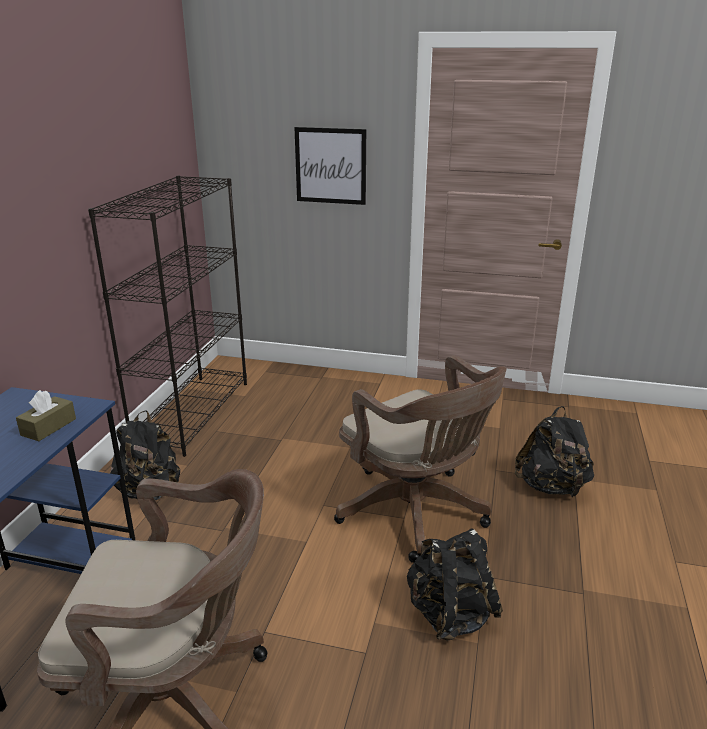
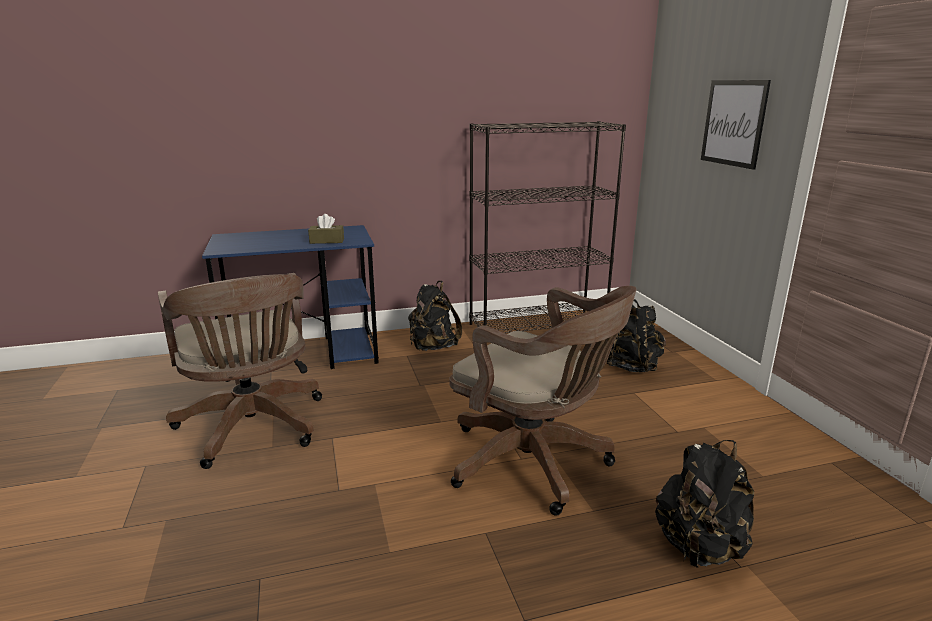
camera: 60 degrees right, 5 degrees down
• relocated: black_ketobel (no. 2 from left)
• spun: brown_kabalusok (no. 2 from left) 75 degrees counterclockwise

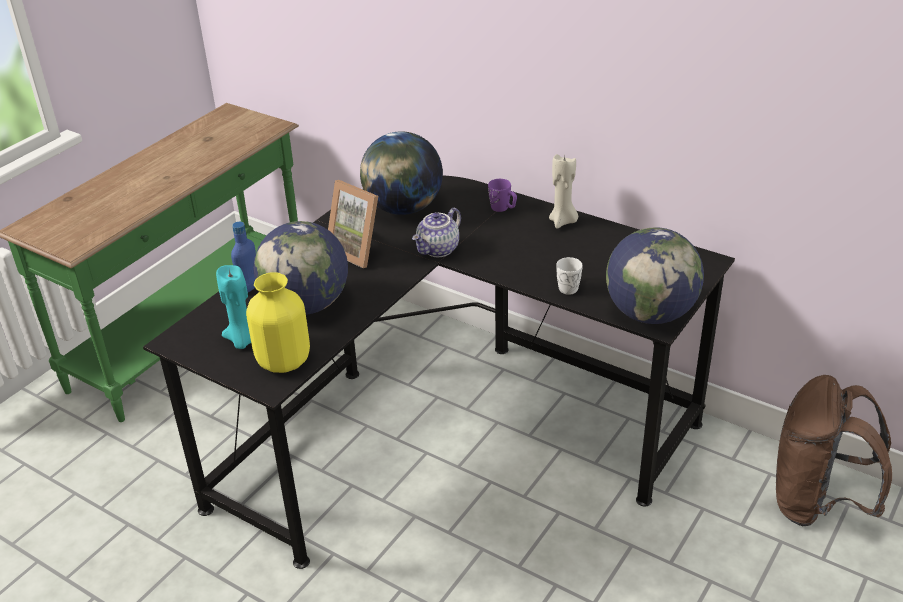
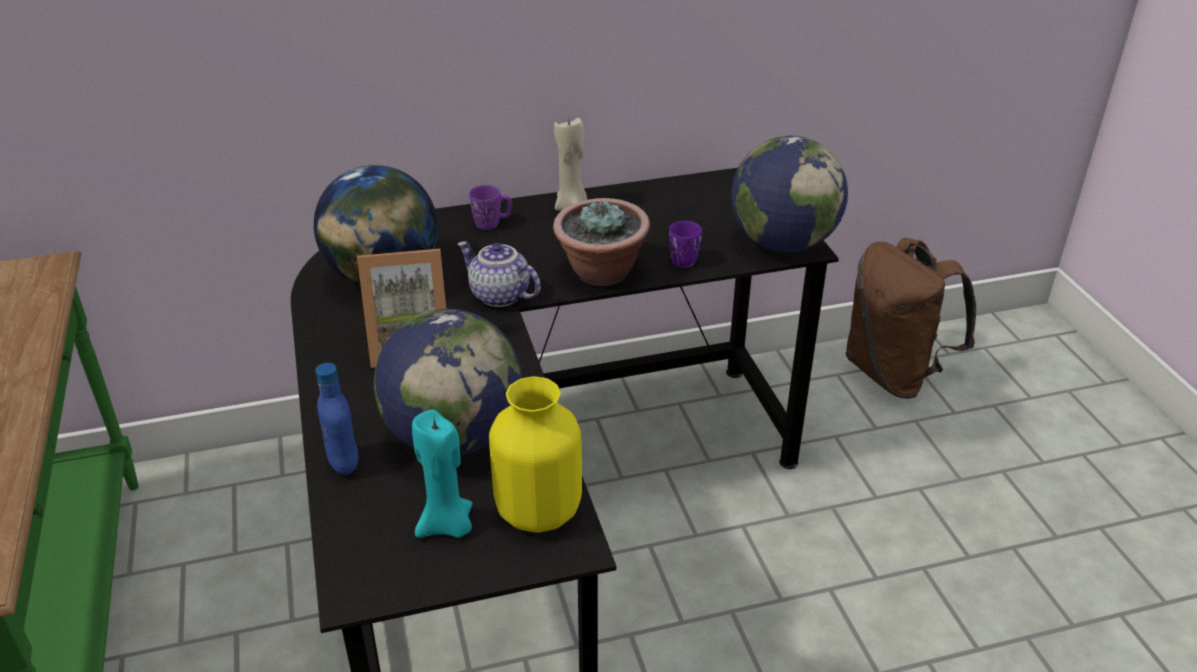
camera: 50 degrees left, 0 degrees up
• appeared: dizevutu
• colour: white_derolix to purple_derolix (no. 2 from left)
• spun: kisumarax 135 degrees clockwise

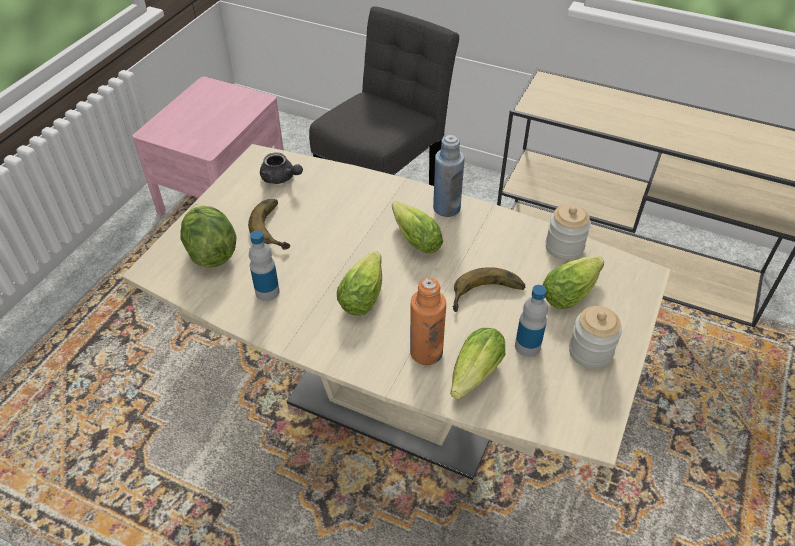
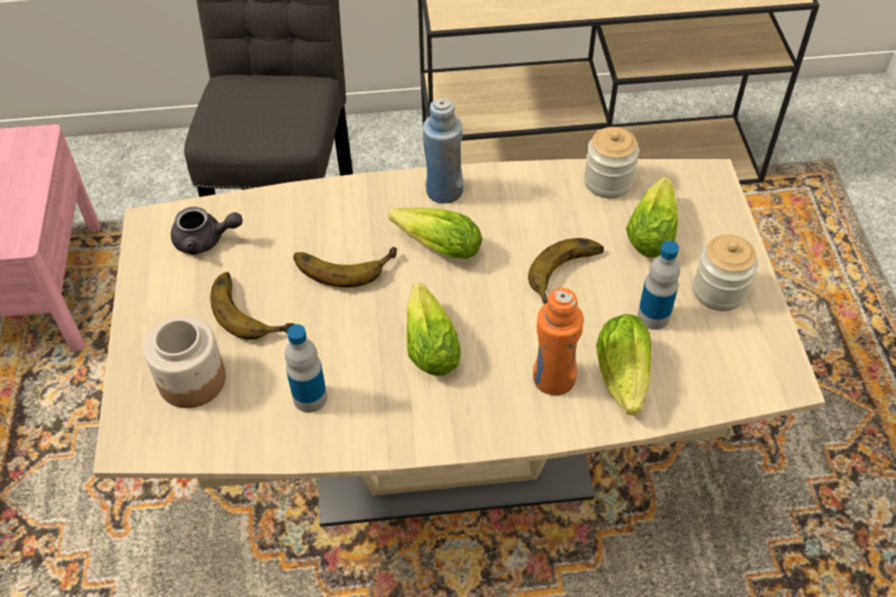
camera: 30 degrees left, 5 degrees up
• appeared: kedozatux (no. 2 from left)
• exchanged: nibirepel (no. 1 from left) to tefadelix (no. 1 from left)

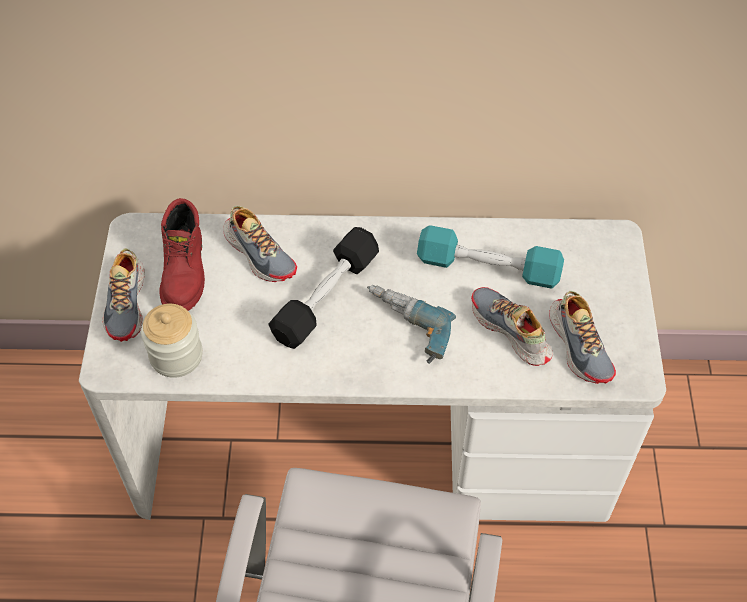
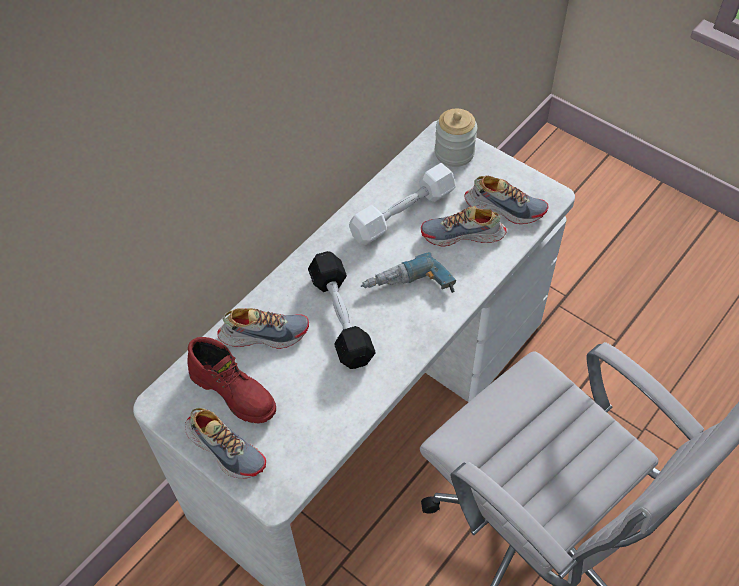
camera: 50 degrees left, 0 degrees up
• relocated: tefadelix
• colour: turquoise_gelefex to white_gelefex

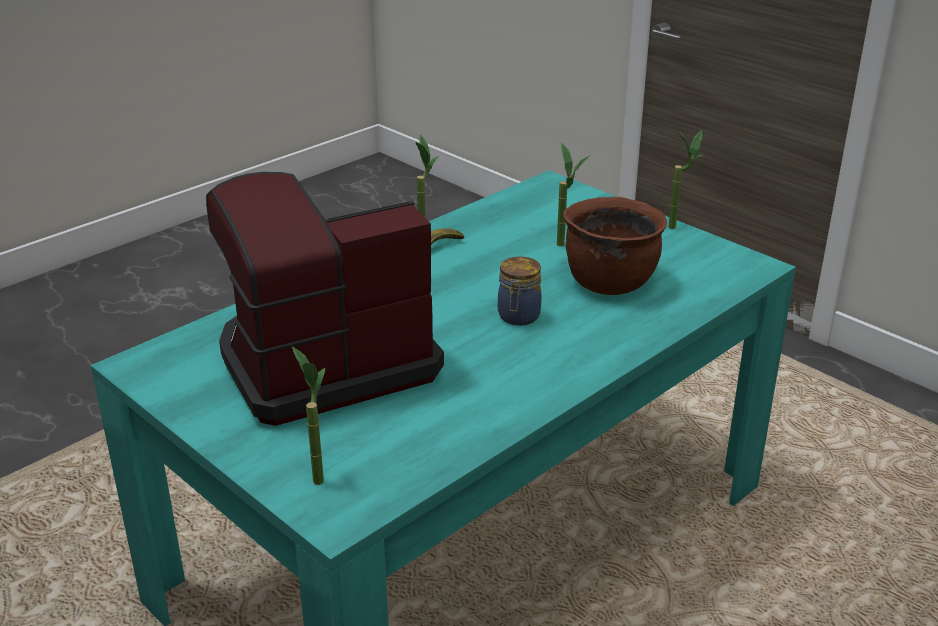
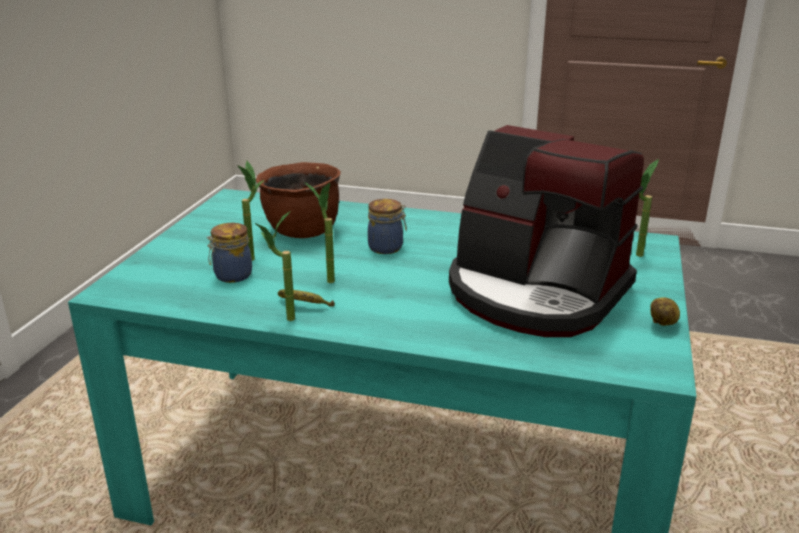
camera: 120 degrees left, 5 degrees down
• appeared: tefadelix (no. 1 from left)
• appeared: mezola
• relocated: dizevutu (no. 4 from left in the first image) to dizevutu (no. 3 from left)

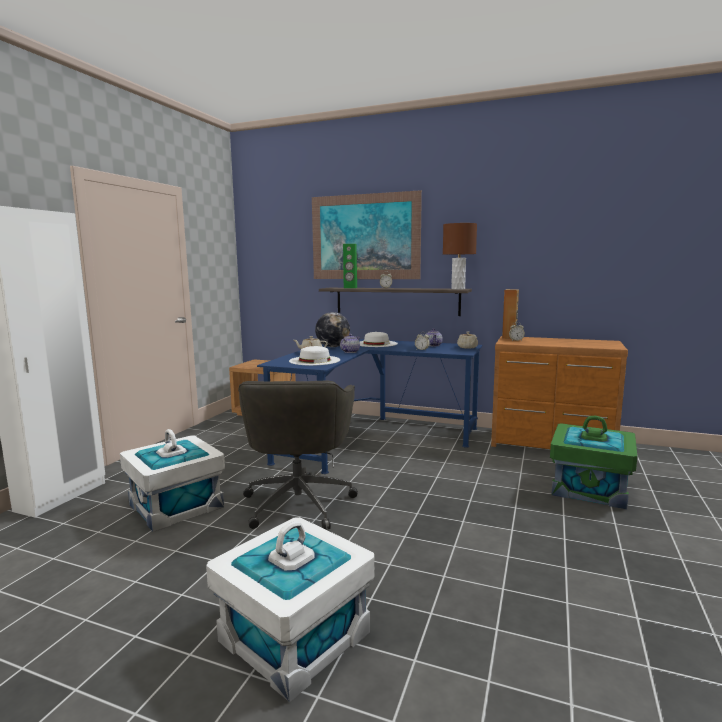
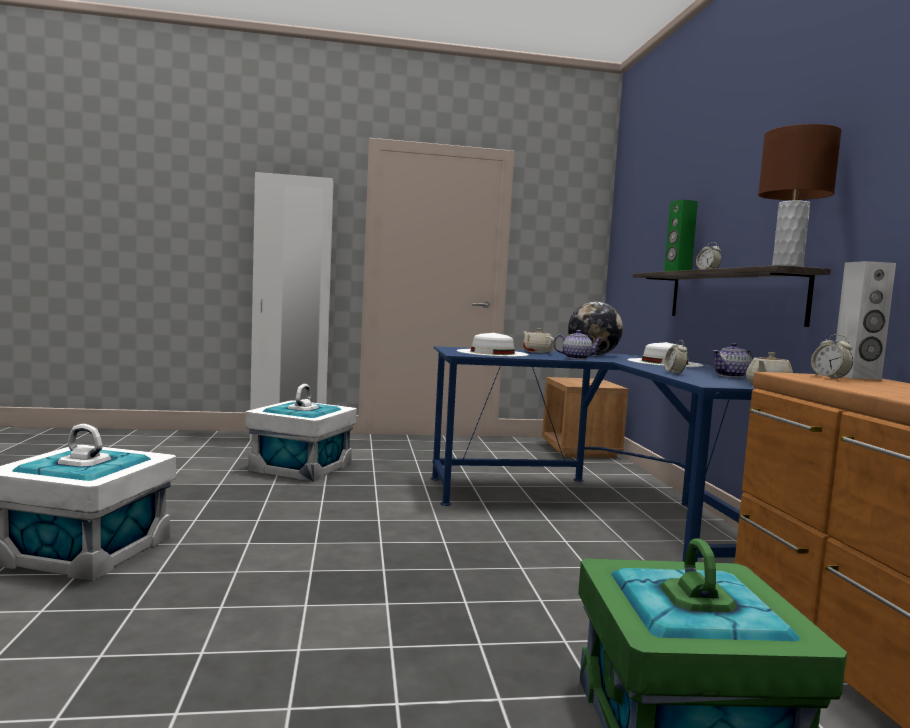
camera: 60 degrees right, 5 degrees down
• missing: grey_kabalusok
• missing: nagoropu
• colour: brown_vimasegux to white_vimasegux

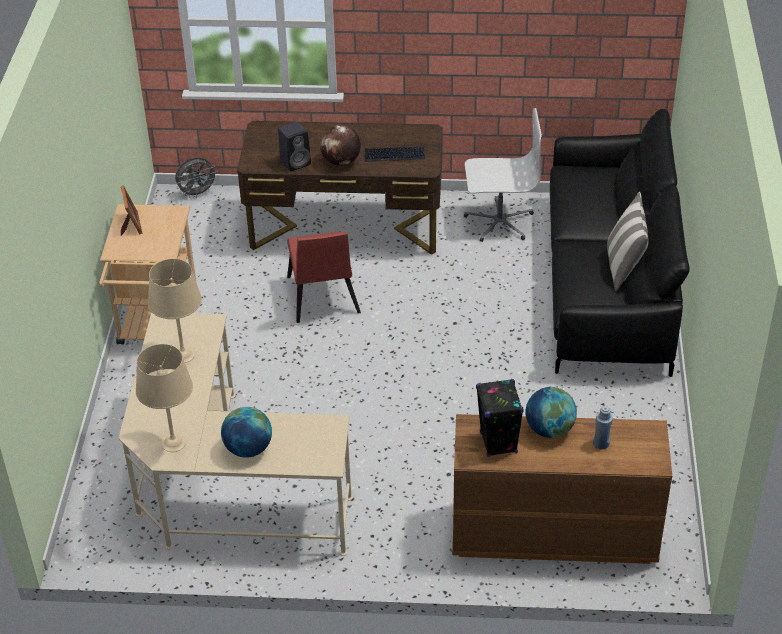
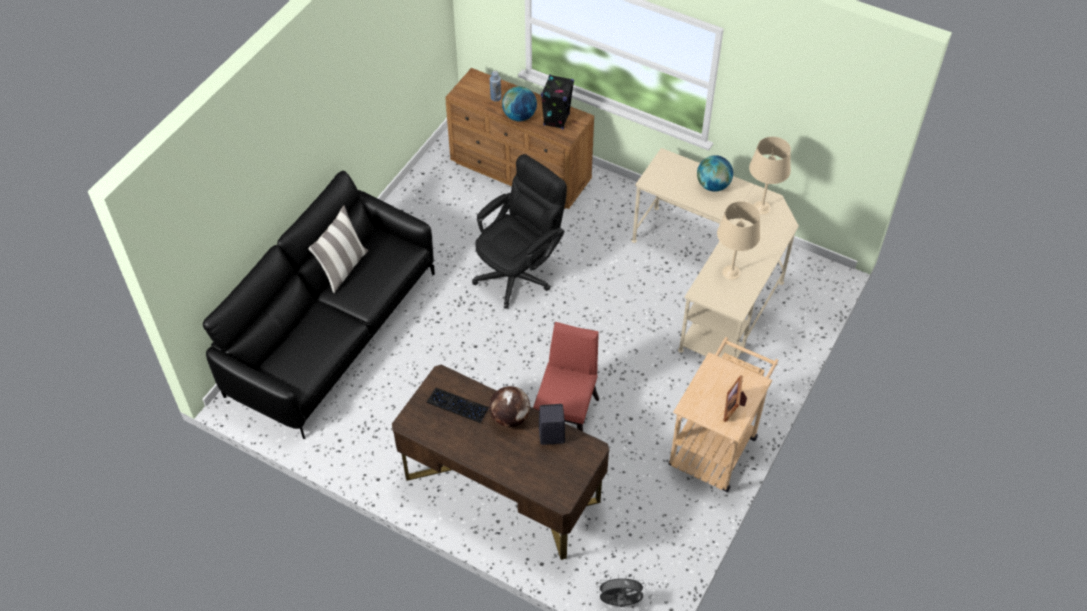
camera: 155 degrees left, 10 degrees up
• missing: white_kabalusok
• appeared: black_kabalusok

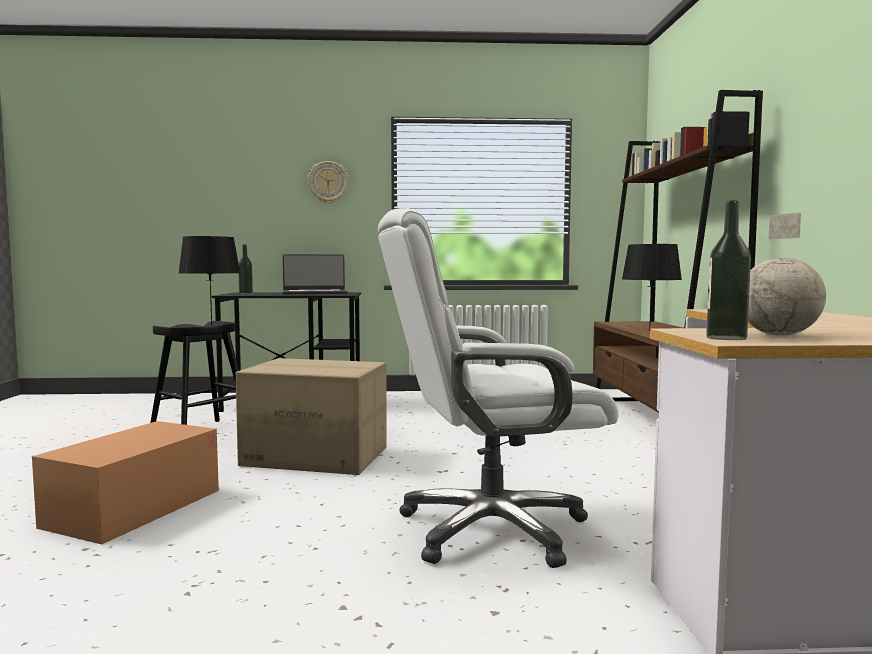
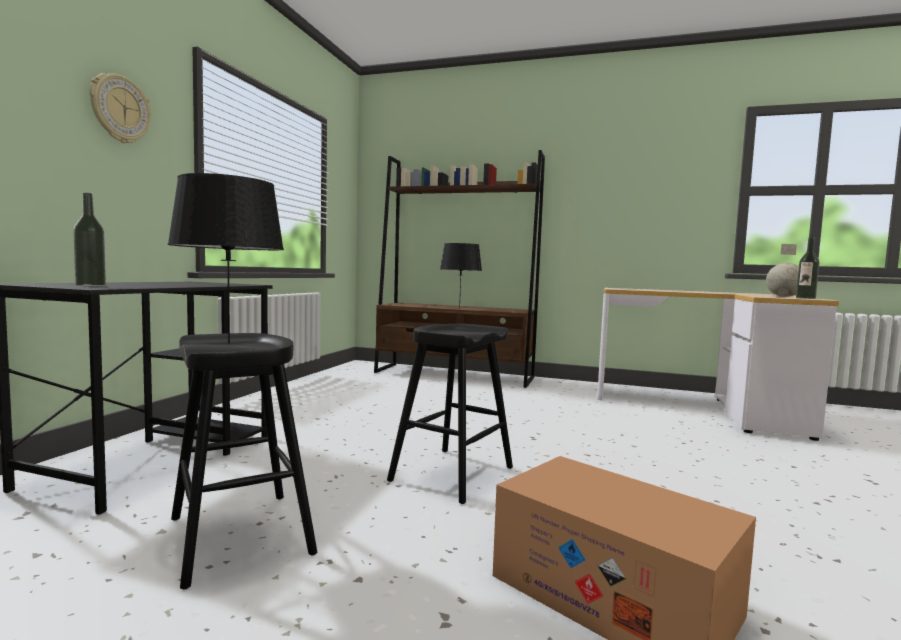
camera: 70 degrees left, 0 degrees up
• missing: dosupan
• missing: white_kabalusok
• exchanged: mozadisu (no. 2 from left) to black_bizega (no. 2 from left)

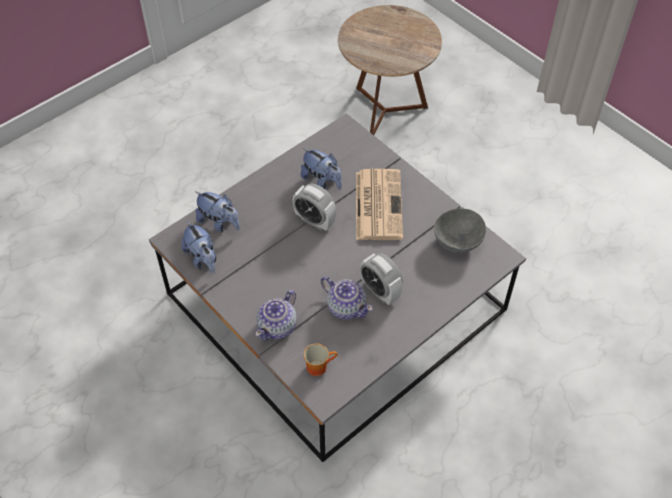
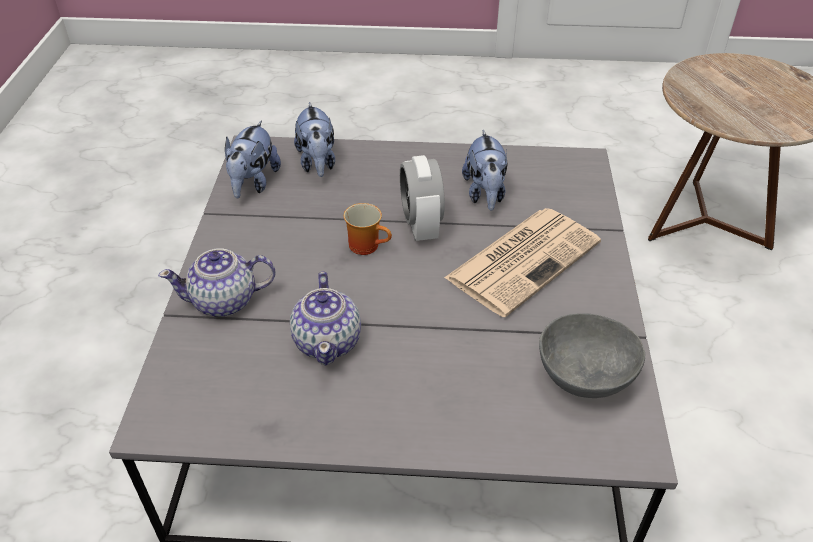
camera: 45 degrees right, 10 degrees down
• missing: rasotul (no. 2 from left)
• relocated: derolix

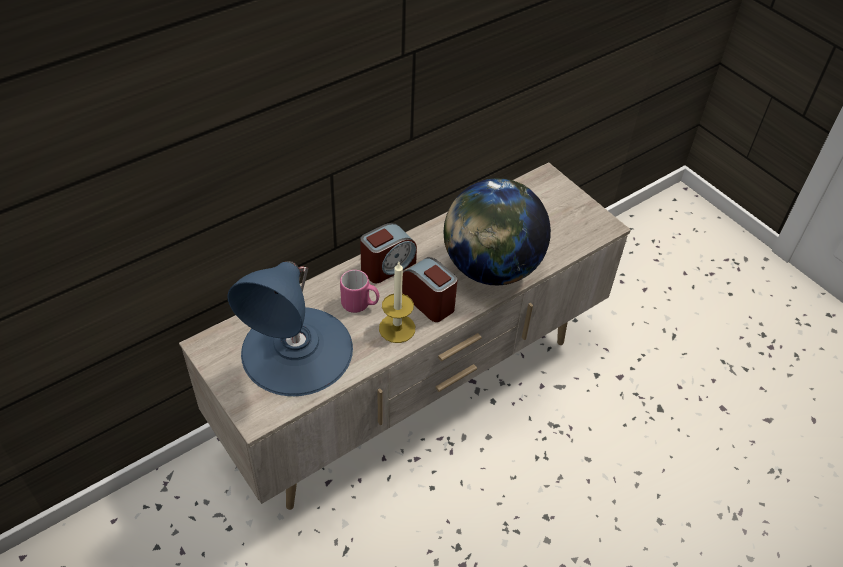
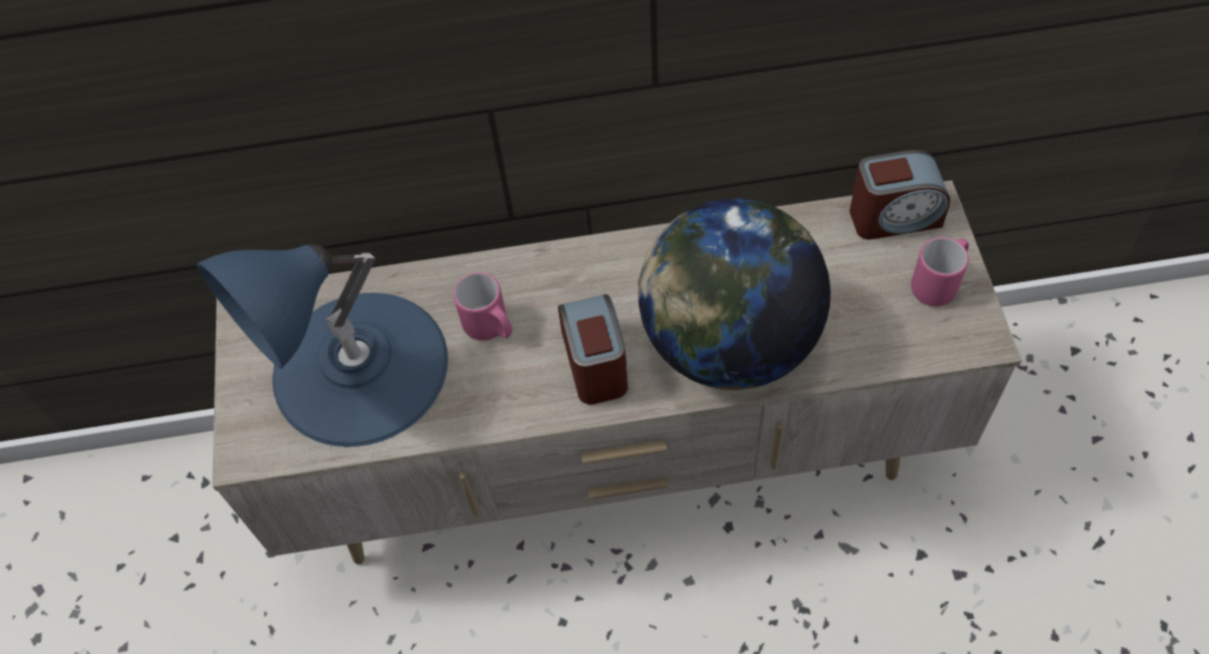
camera: 35 degrees right, 10 degrees up
• missing: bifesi
• appeared: pink_derolix (no. 2 from left)
• relocated: rasotul (no. 1 from left in the first image) to rasotul (no. 2 from left)

